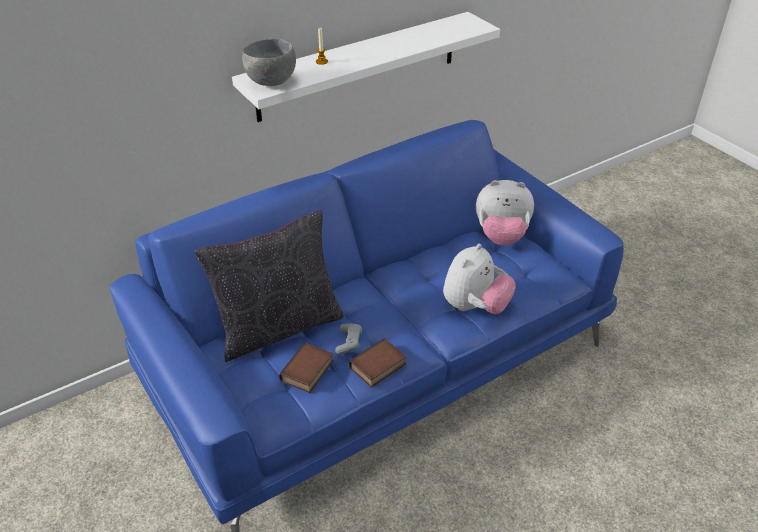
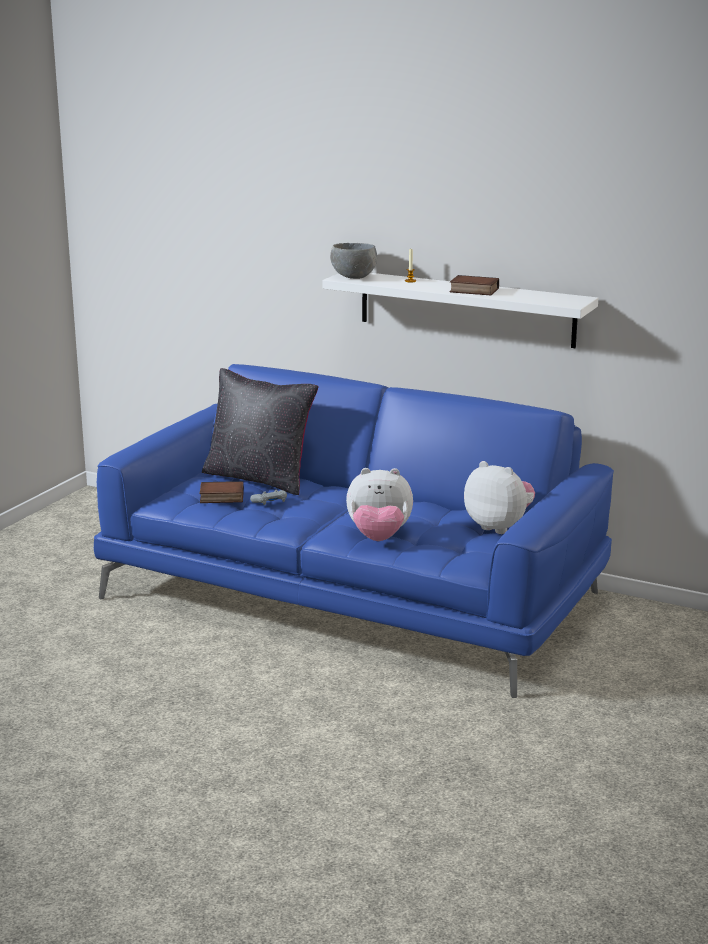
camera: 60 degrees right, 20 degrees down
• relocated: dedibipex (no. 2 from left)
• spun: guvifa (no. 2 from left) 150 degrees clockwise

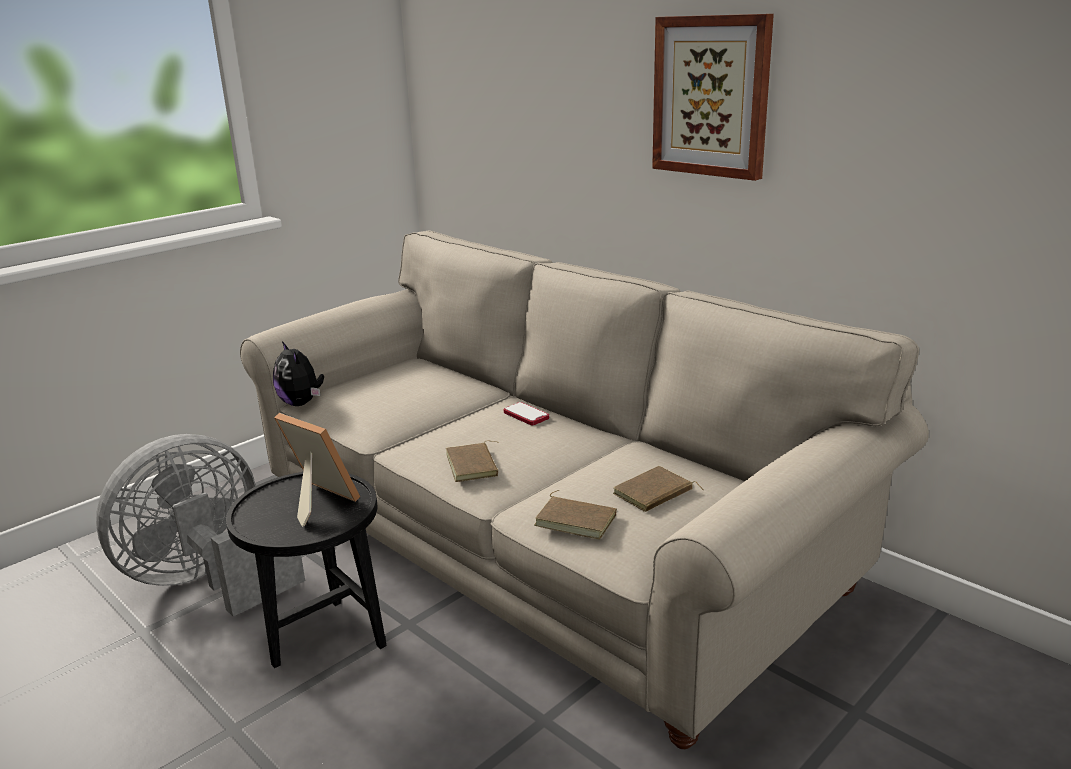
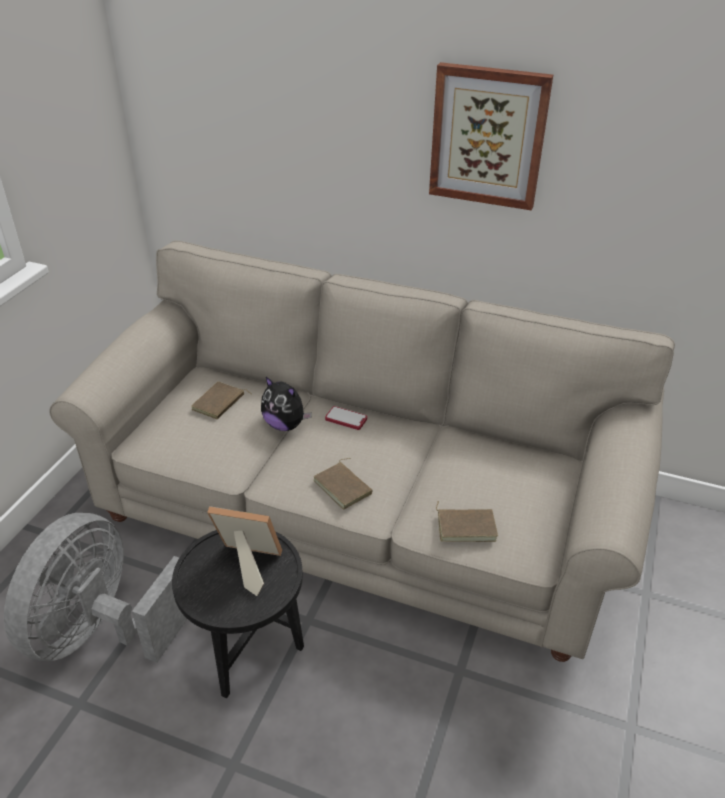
camera: 25 degrees left, 15 degrees up
• relocated: guvifa
• relocated: brown_dedibipex (no. 3 from left in the first image) to brown_dedibipex (no. 1 from left)

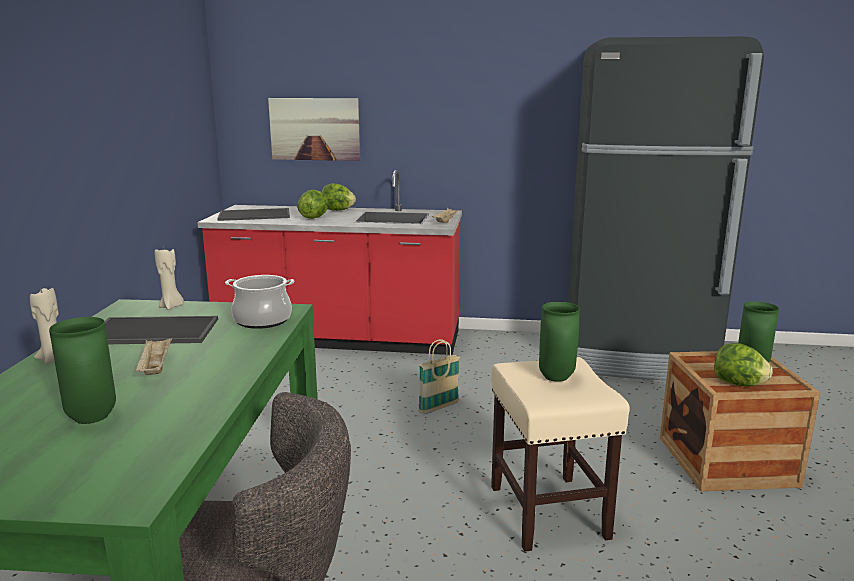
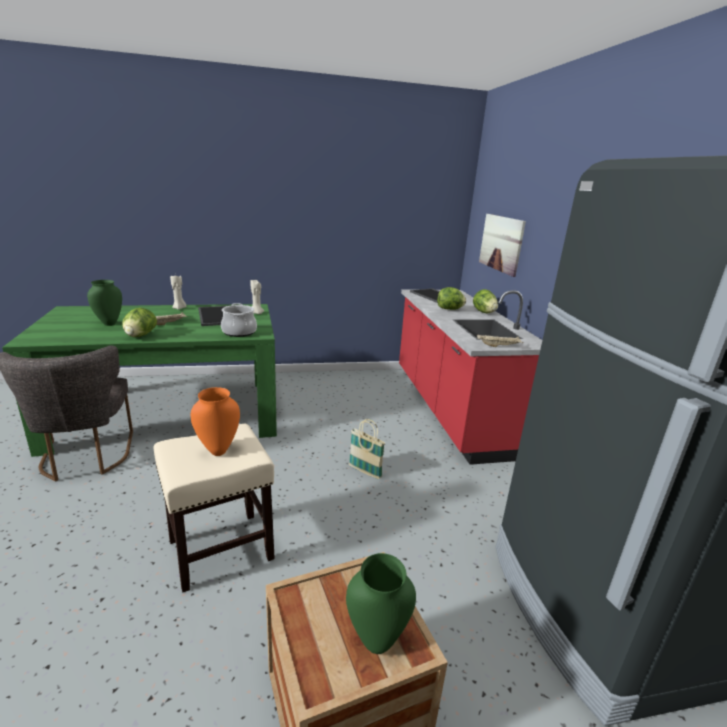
camera: 70 degrees right, 5 degrees up
• relocated: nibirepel (no. 3 from left in the first image) to nibirepel (no. 1 from left)
• colour: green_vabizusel (no. 2 from left) to orange_vabizusel

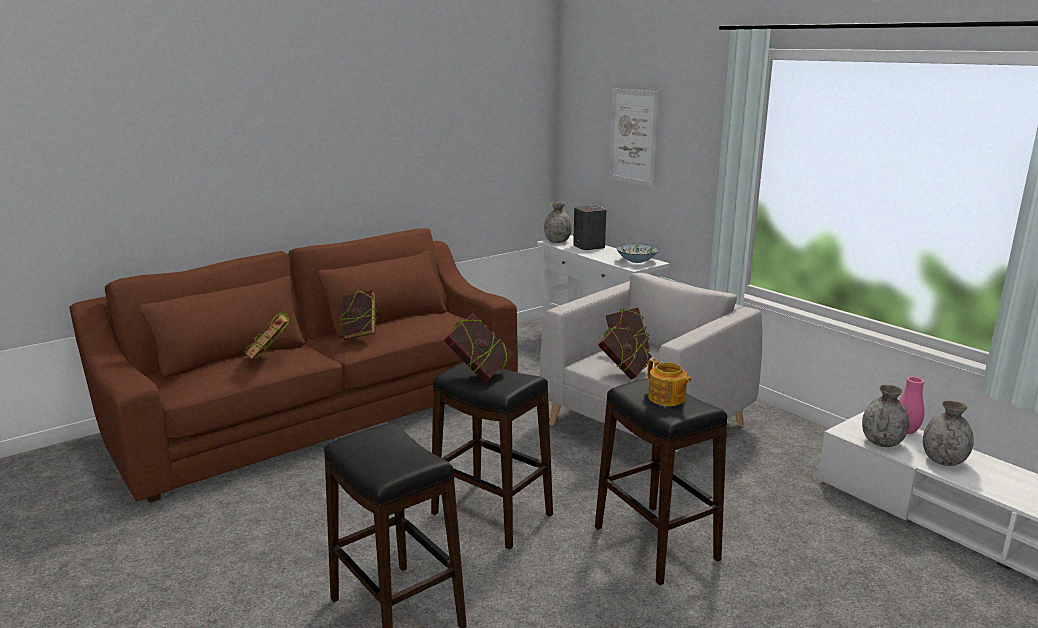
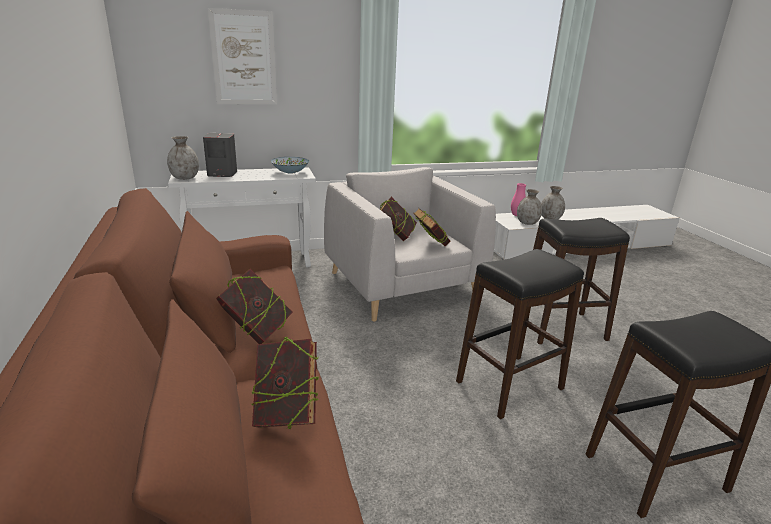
camera: 70 degrees left, 5 degrees up
• missing: dedibipex (no. 3 from left)
• missing: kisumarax

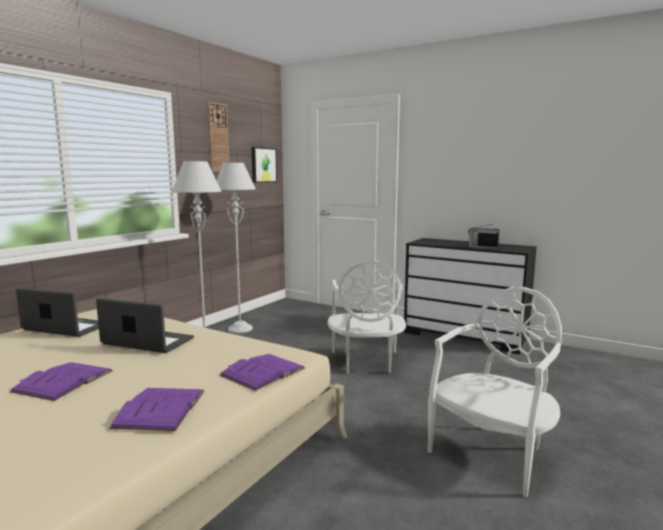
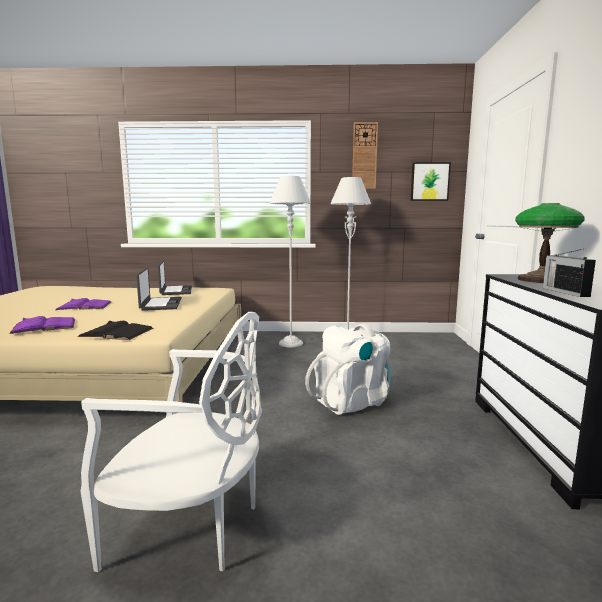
camera: 60 degrees right, 0 degrees up
• appeared: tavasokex
• exchanged: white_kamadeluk (no. 1 from left) to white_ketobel
• colour: purple_dedibipex (no. 3 from left) to black_dedibipex

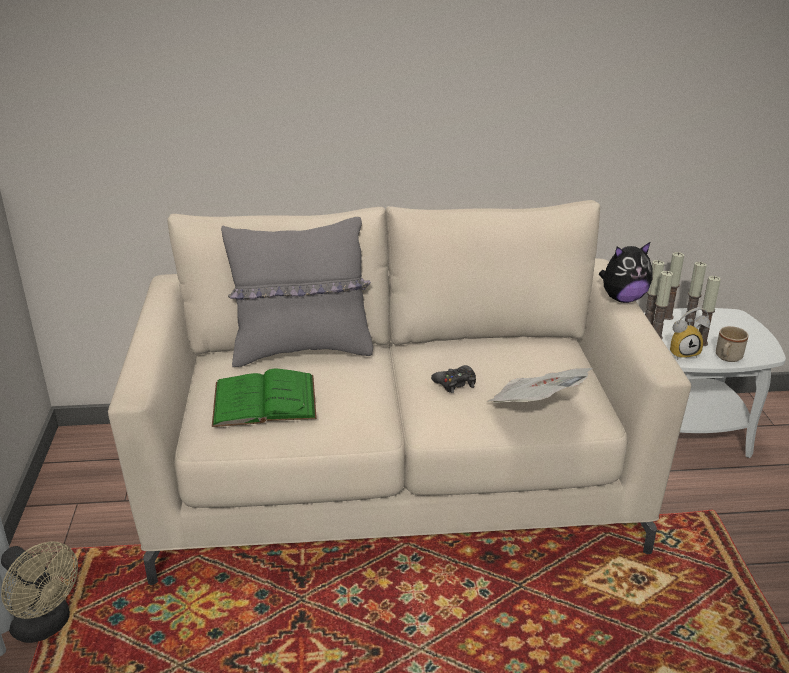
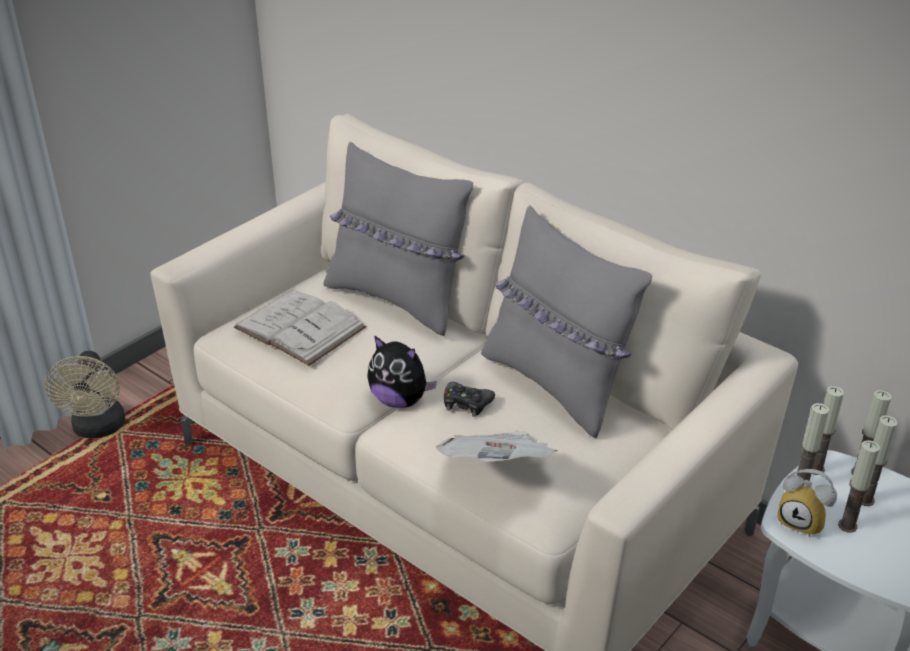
camera: 45 degrees right, 5 degrees up
• missing: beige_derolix
• appeared: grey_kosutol (no. 2 from left)
• relocated: guvifa
• colour: green_dedibipex to white_dedibipex

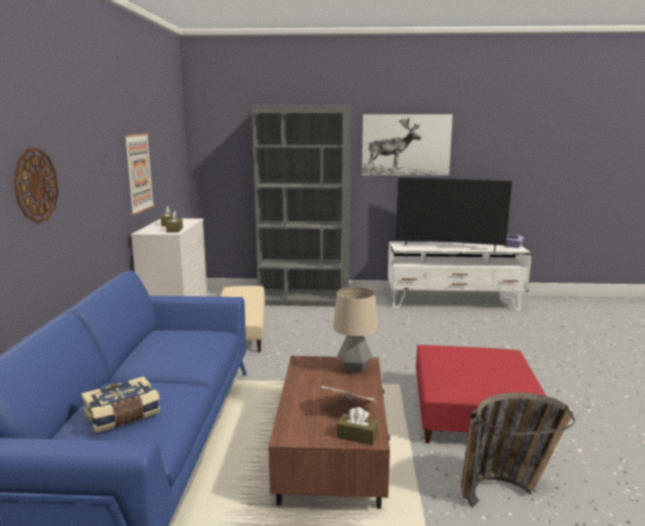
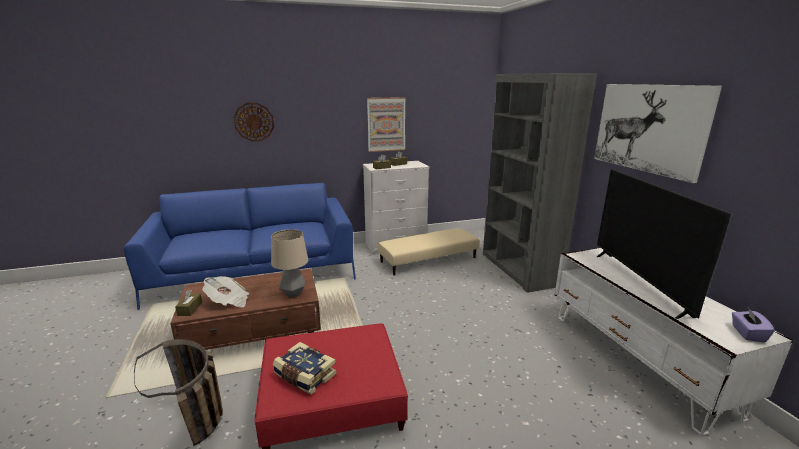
camera: 70 degrees right, 5 degrees up
• relocated: dedibipex

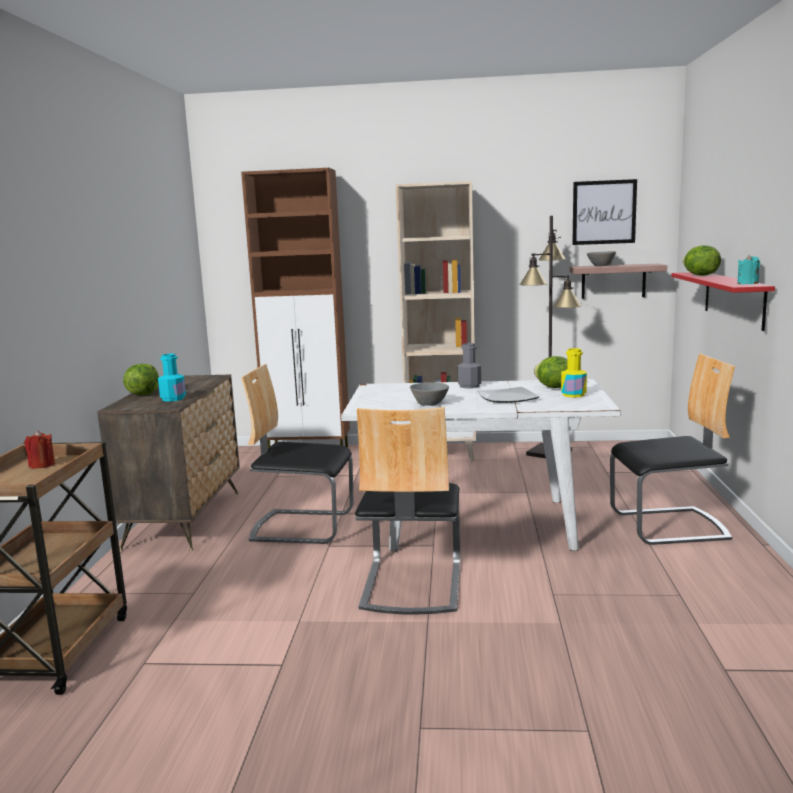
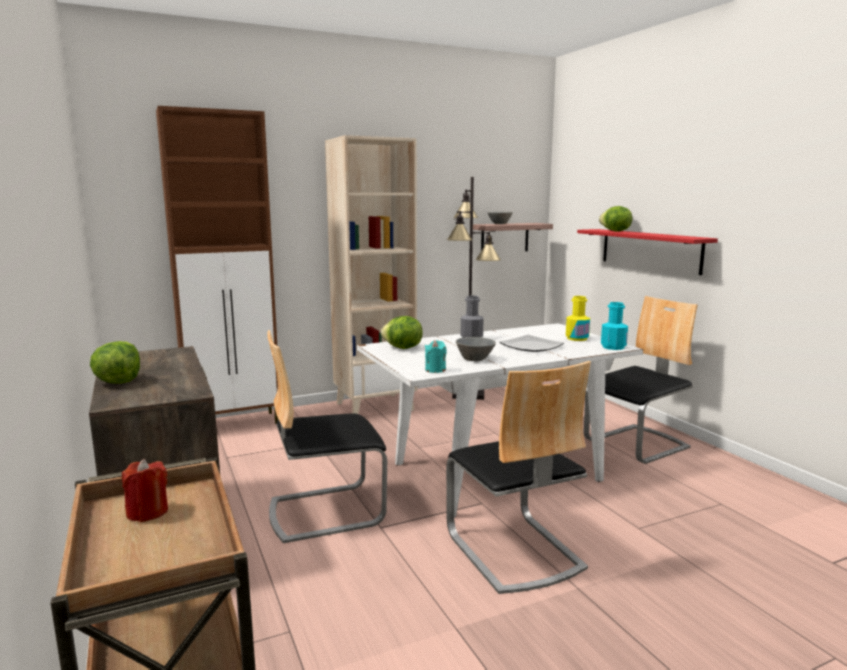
camera: 30 degrees left, 0 degrees up
• missing: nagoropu
• relocated: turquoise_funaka
• relocated: nibirepel (no. 2 from left)
• relocated: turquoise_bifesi

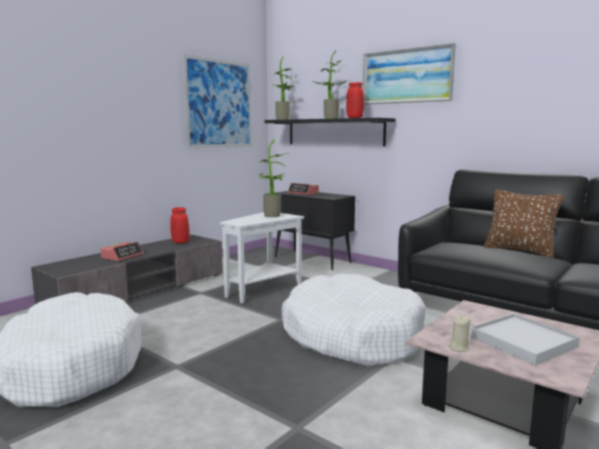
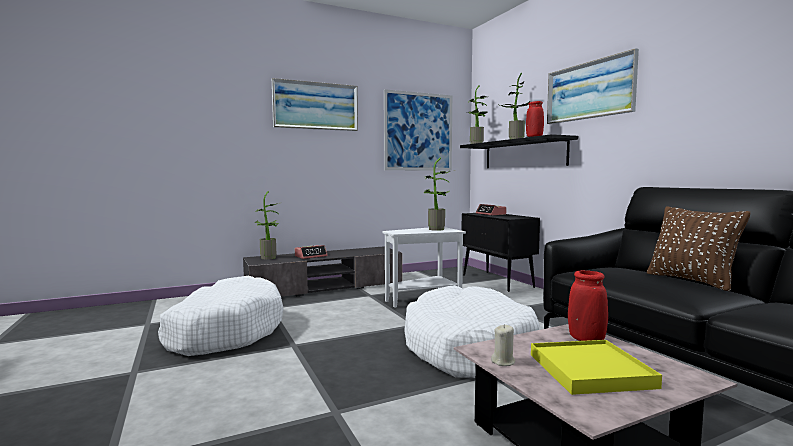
camera: 25 degrees right, 5 degrees down
• appeared: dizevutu (no. 1 from left)
• appeared: nagoropu (no. 1 from left)
• relocated: red_vabizusel (no. 1 from left in the first image) to red_vabizusel (no. 2 from left)
• colour: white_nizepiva to yellow_nizepiva

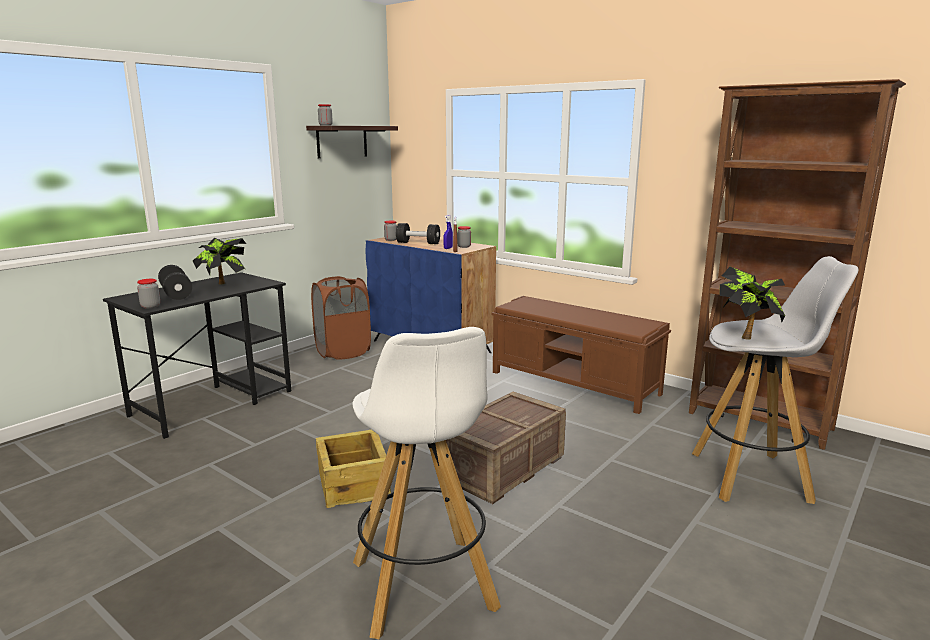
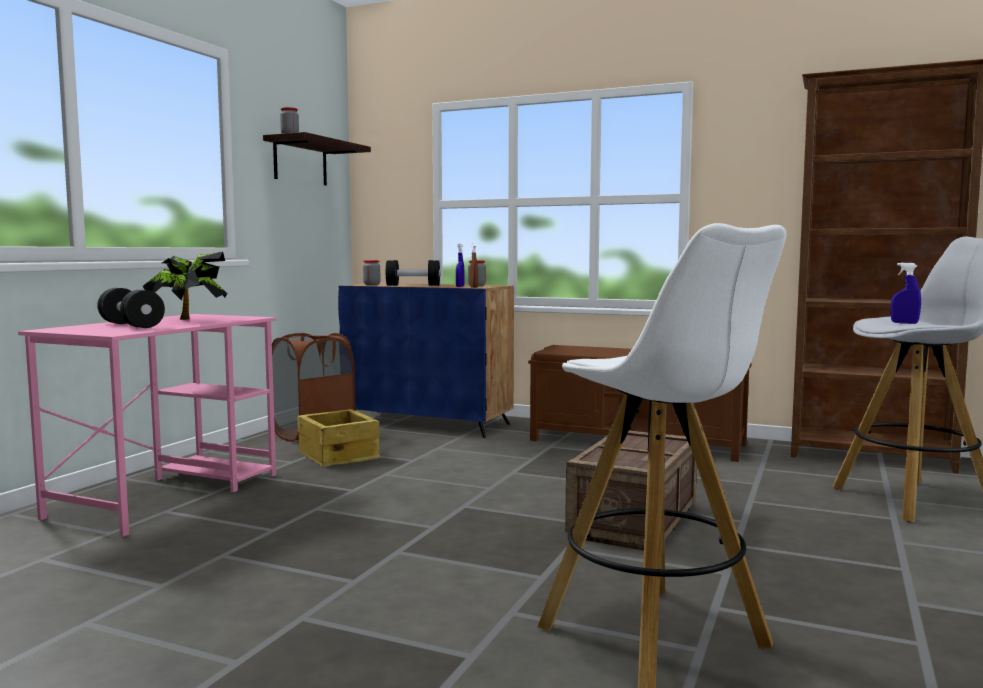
camera: 15 degrees left, 10 degrees down
• missing: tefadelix (no. 1 from left)
• relocated: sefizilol (no. 1 from left)
• exchanged: dizevutu (no. 2 from left) to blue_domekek (no. 2 from left)
• colour: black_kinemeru to pink_kinemeru

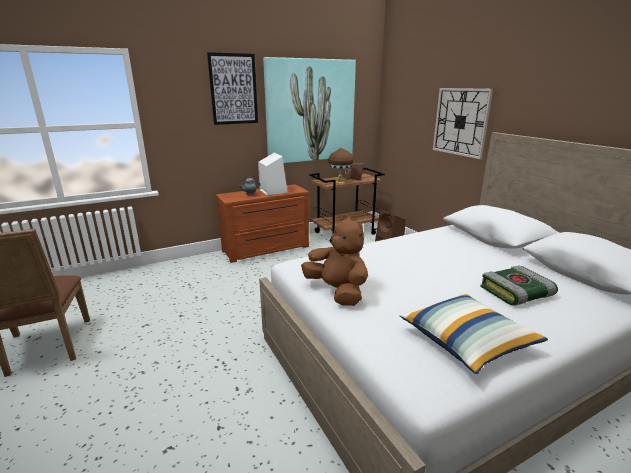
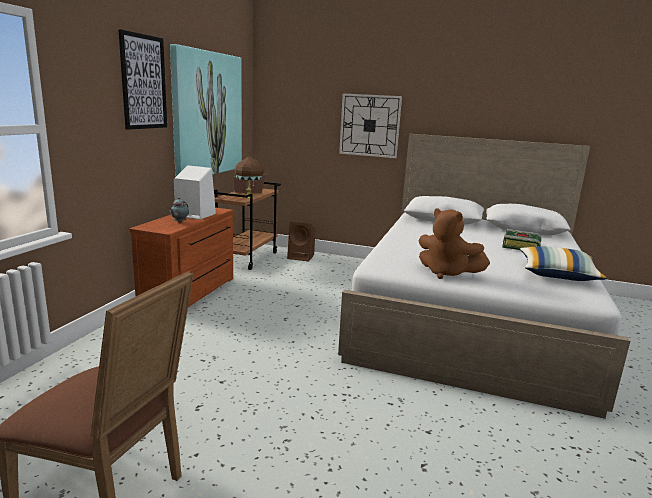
camera: 45 degrees left, 5 degrees down
• spun: brown_guvifa 150 degrees counterclockwise

